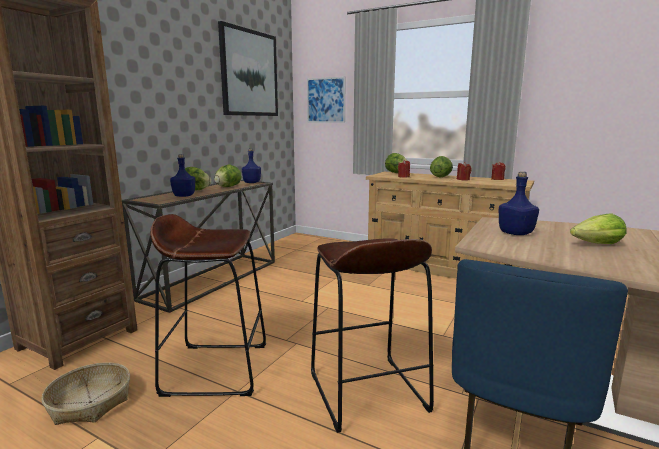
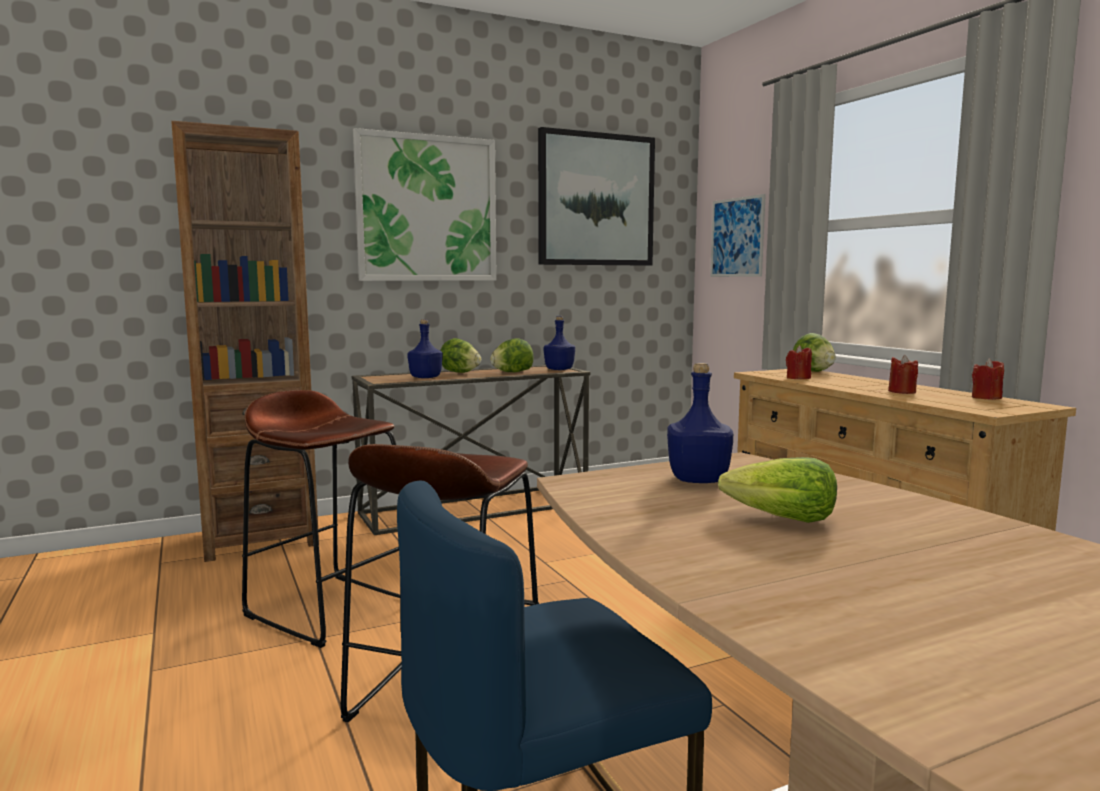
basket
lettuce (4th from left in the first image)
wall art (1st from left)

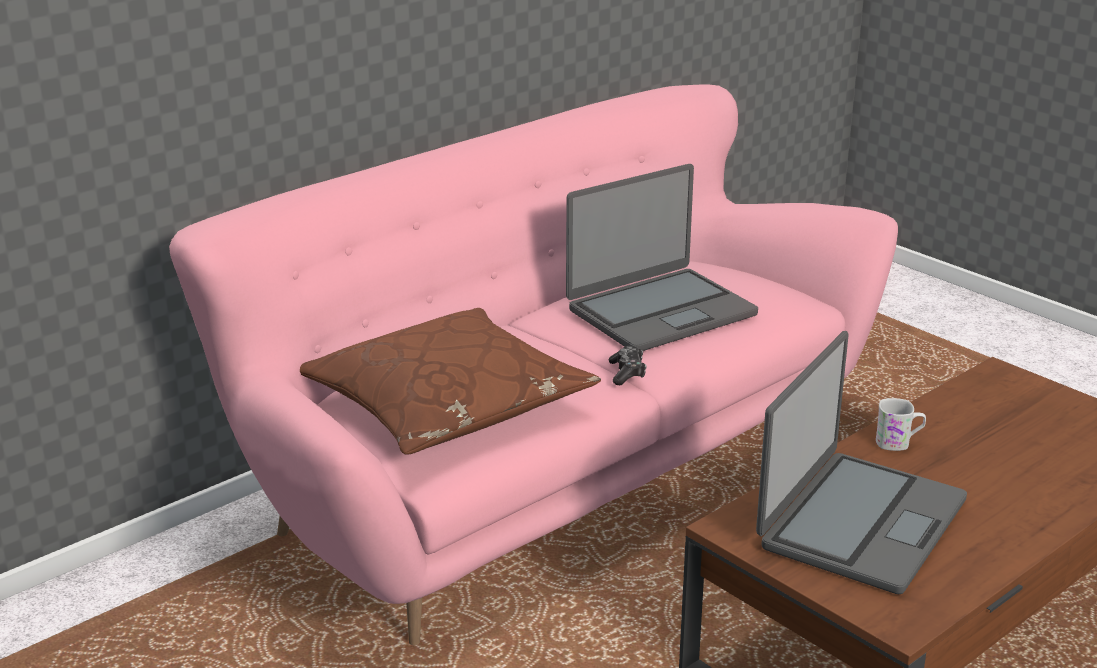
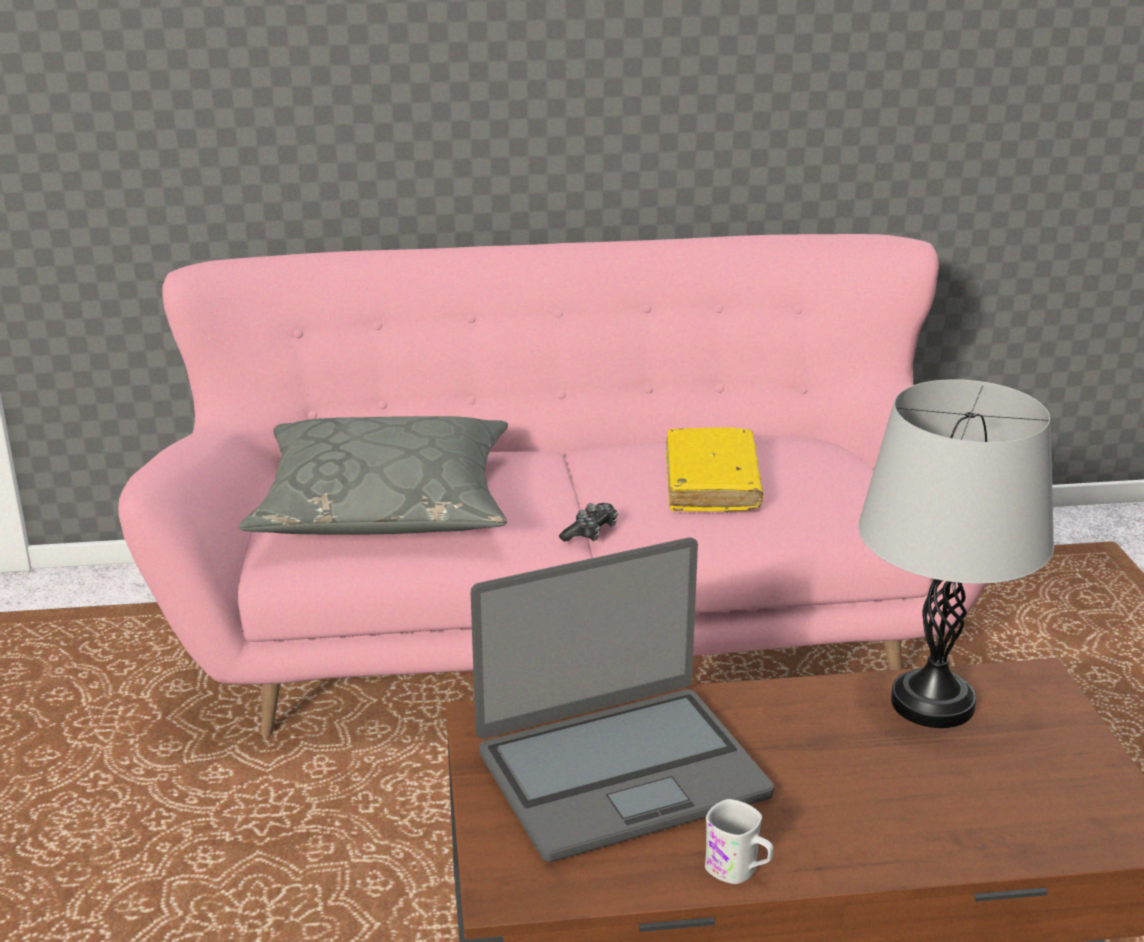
pillow (greyish)
book (yellowish)
tea mug (white)
table lamp (greyish)

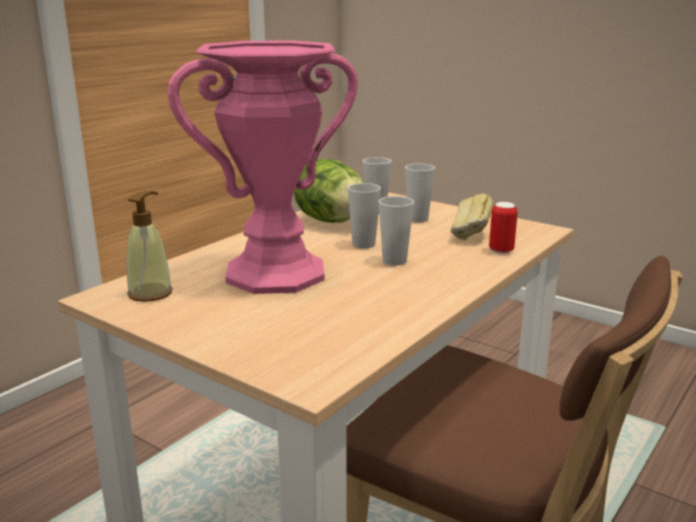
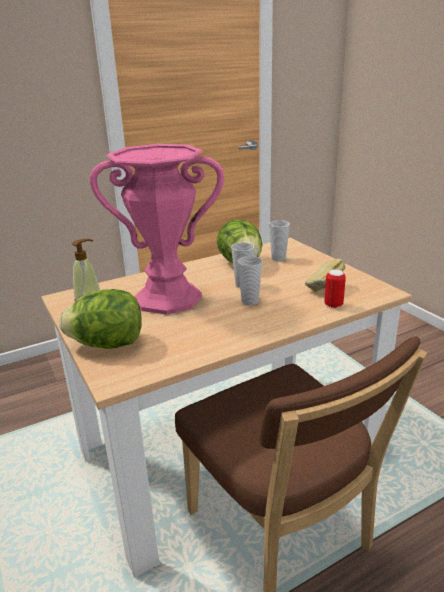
cup (4th from left in the first image)
lettuce (1st from left)

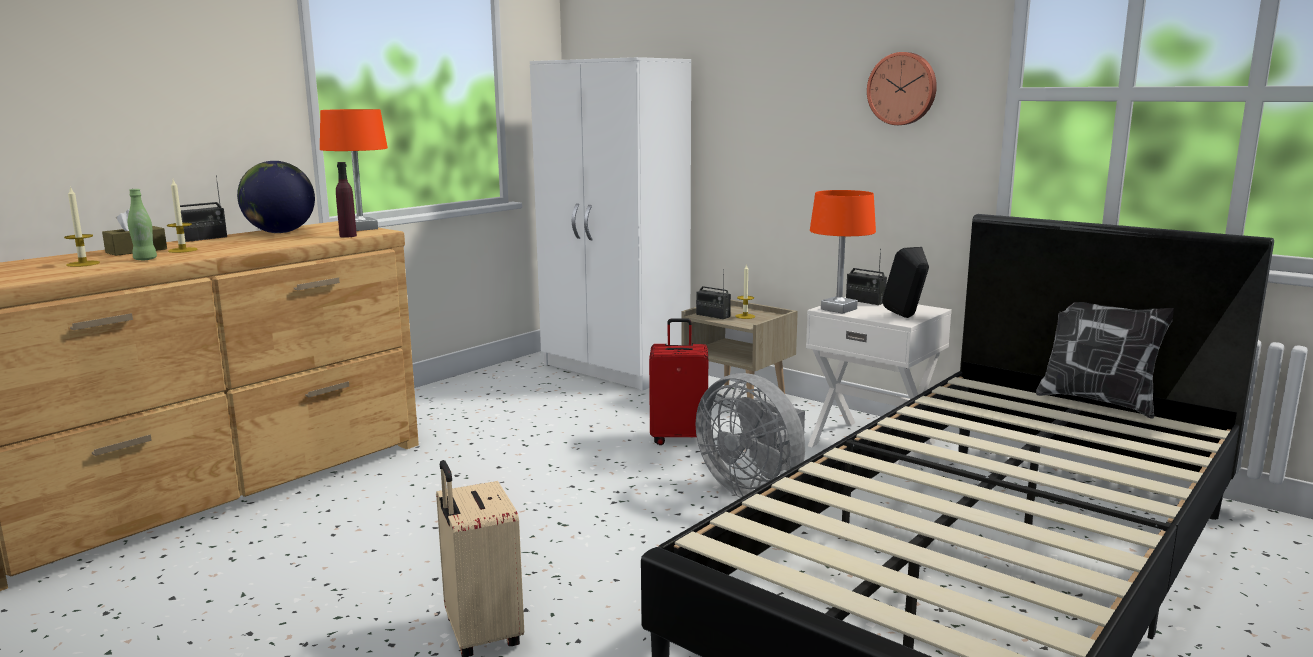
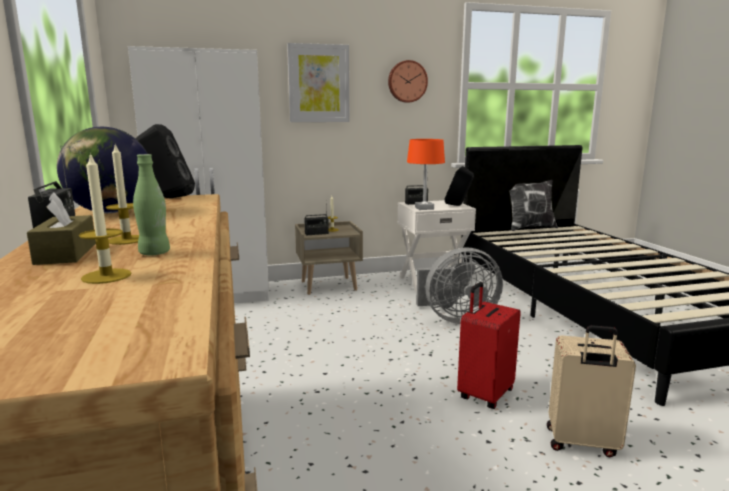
loudspeaker (black) (1st from left)
beverage bottle (purplish)
travel case (red)
wall art

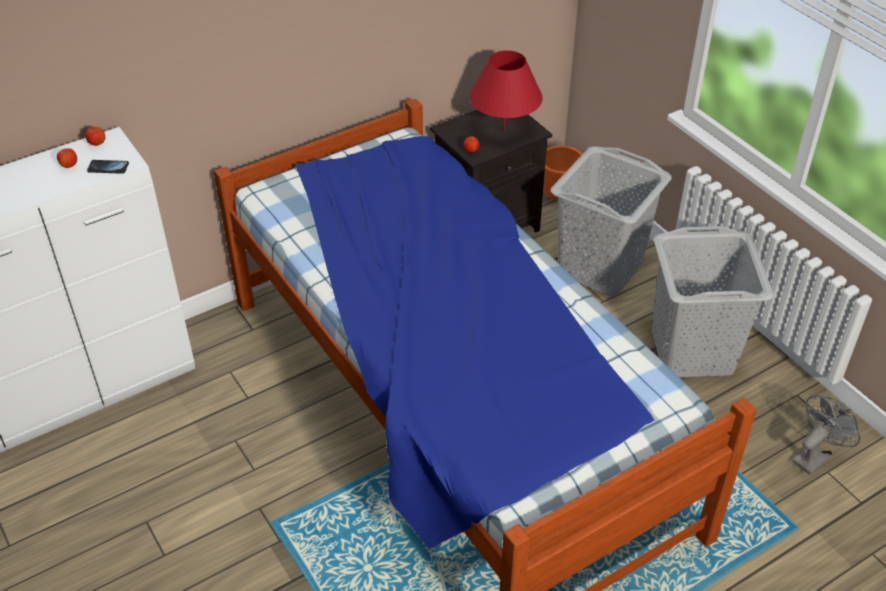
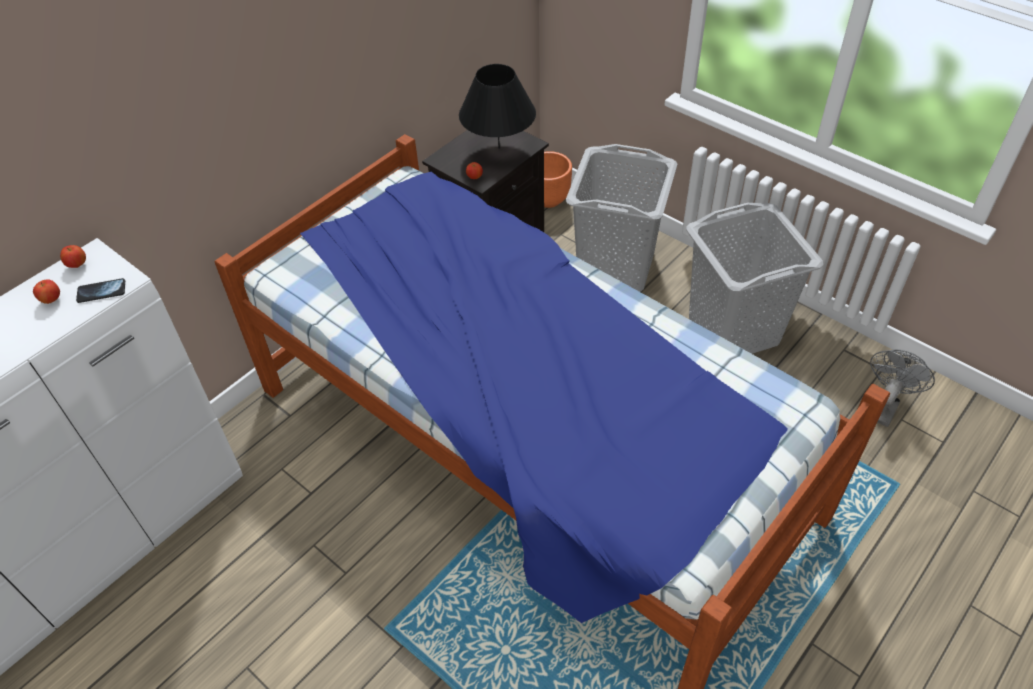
table lamp (black)

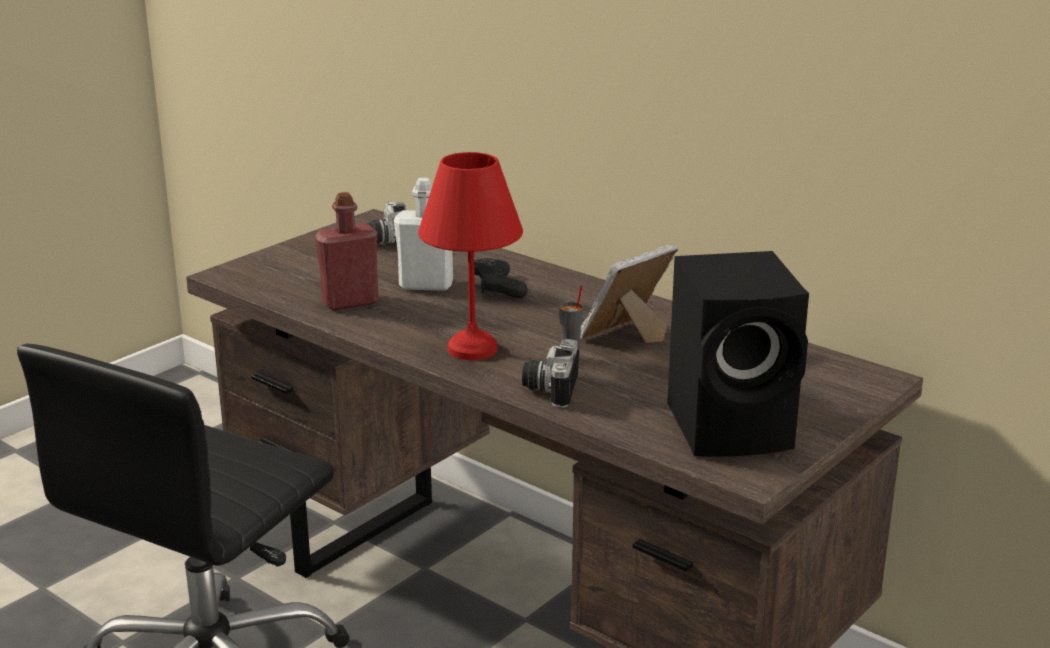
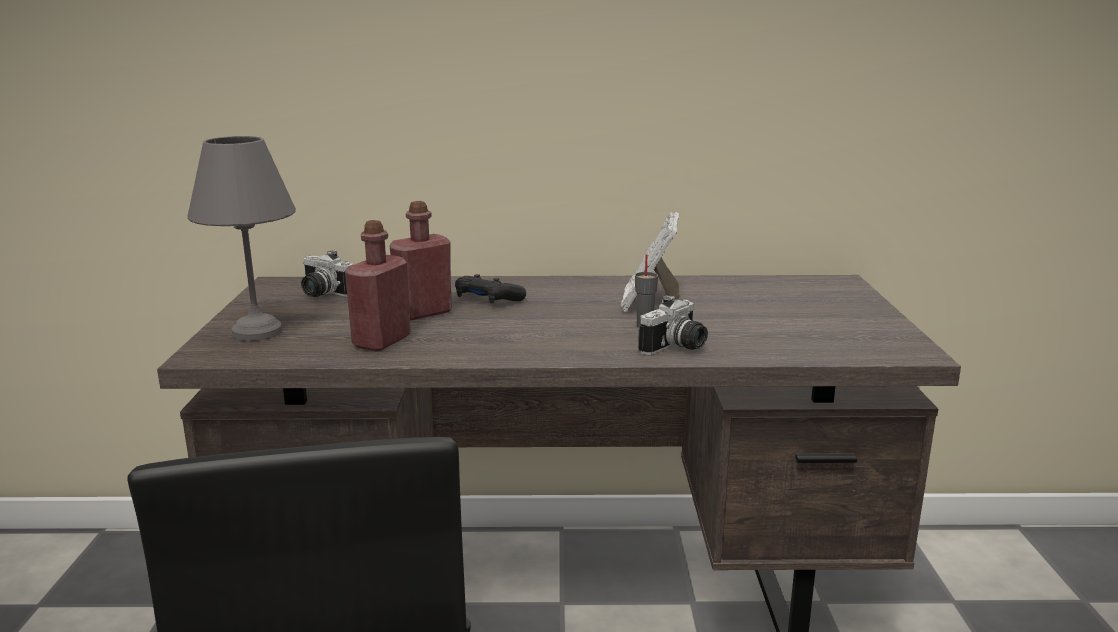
beverage bottle (red) (2nd from left)
table lamp (red)
still camera (2nd from left)
loudspeaker (black)
table lamp (greyish)

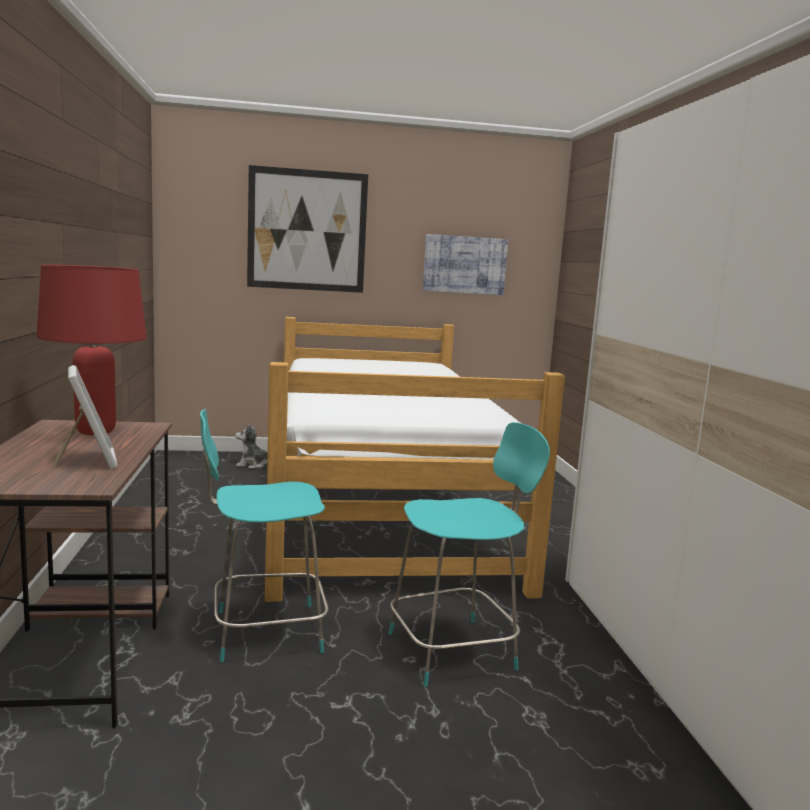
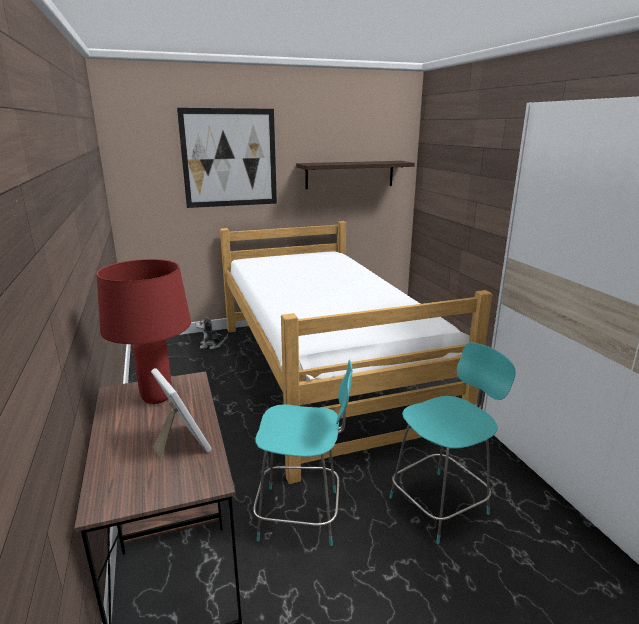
upright chair (turquoise-coloured) (1st from left)
shelf

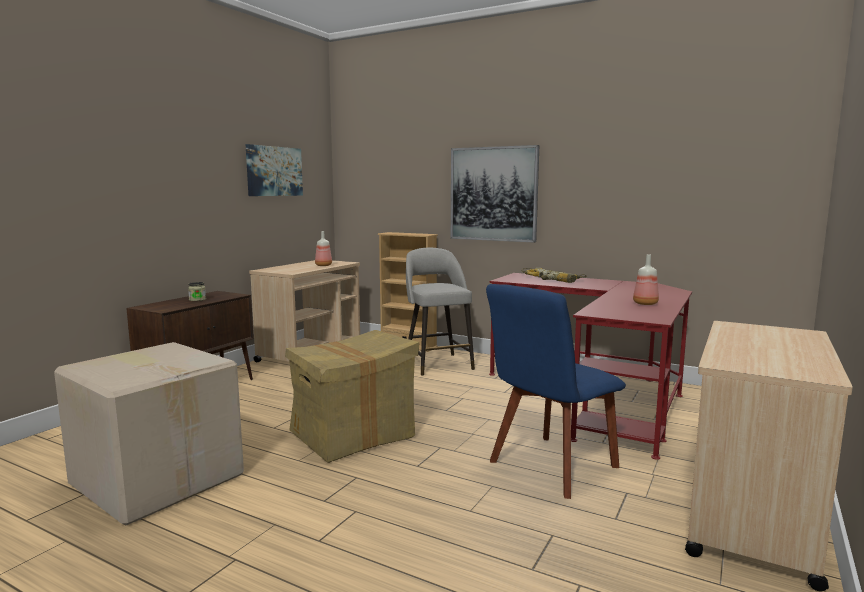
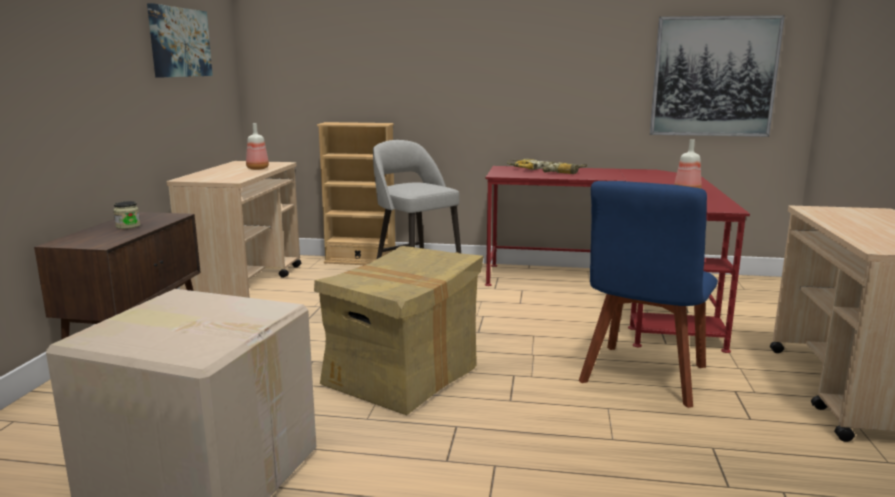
wall art (2nd from left)

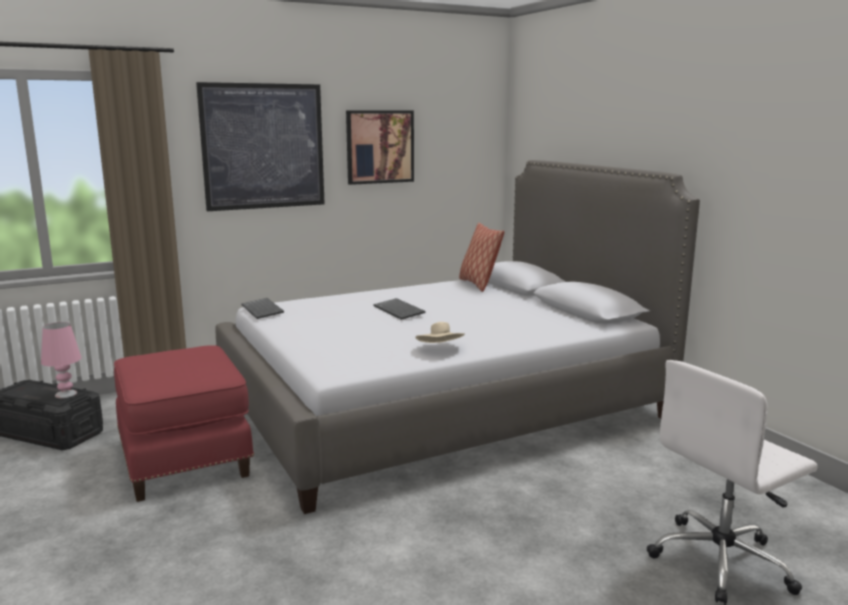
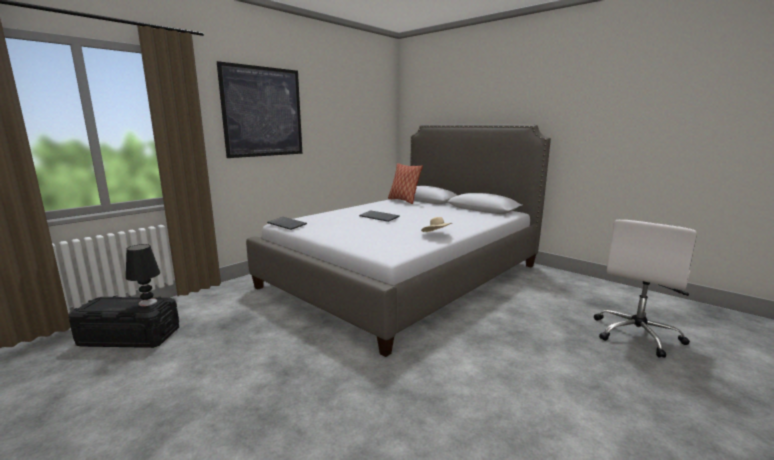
table lamp (black)
pouffe (red)
wall art (2nd from left in the first image)

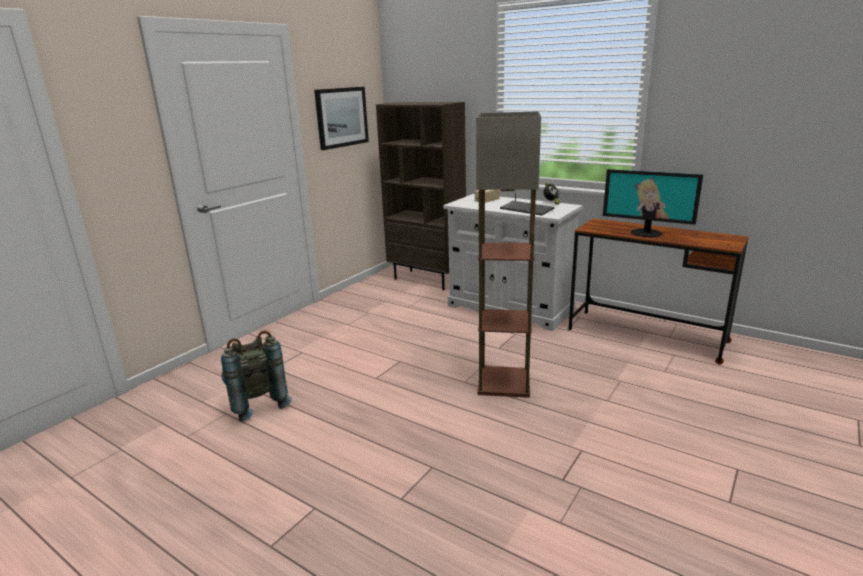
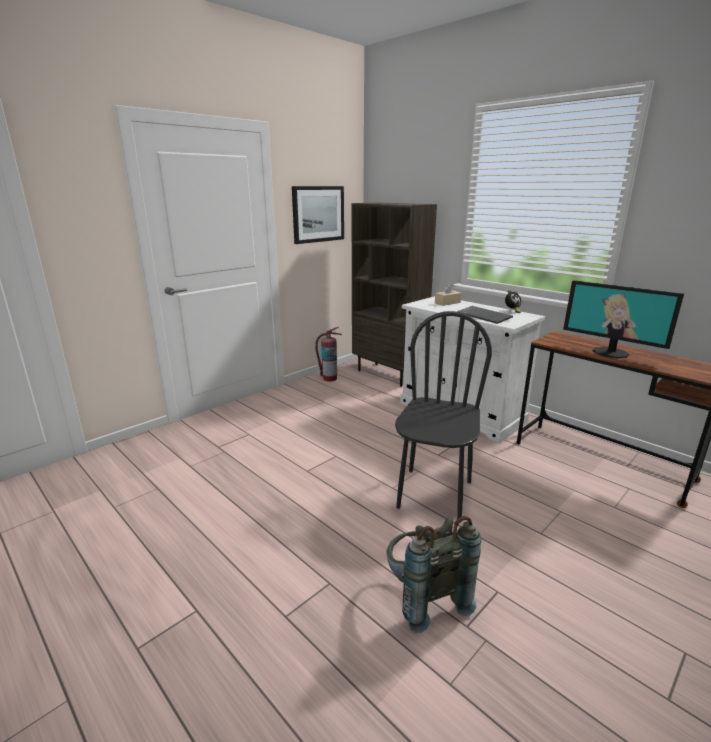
backpack (greyish)
upright chair (black)
fire-fighting cylinder

